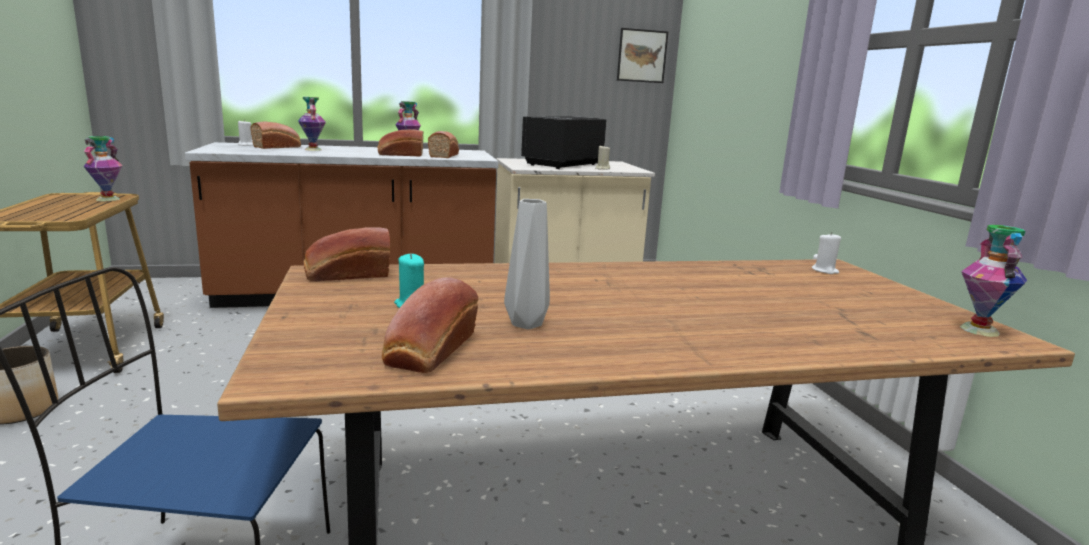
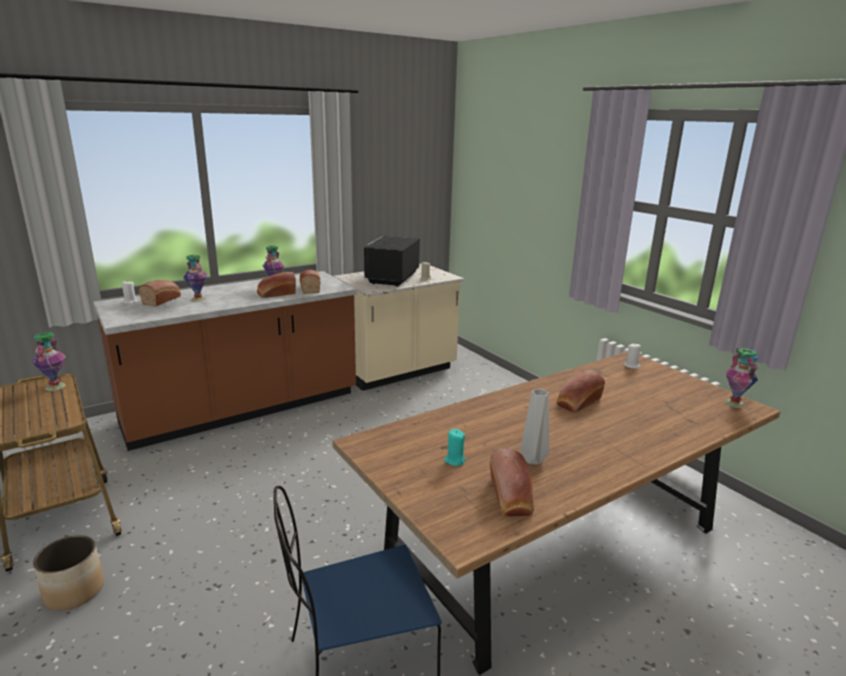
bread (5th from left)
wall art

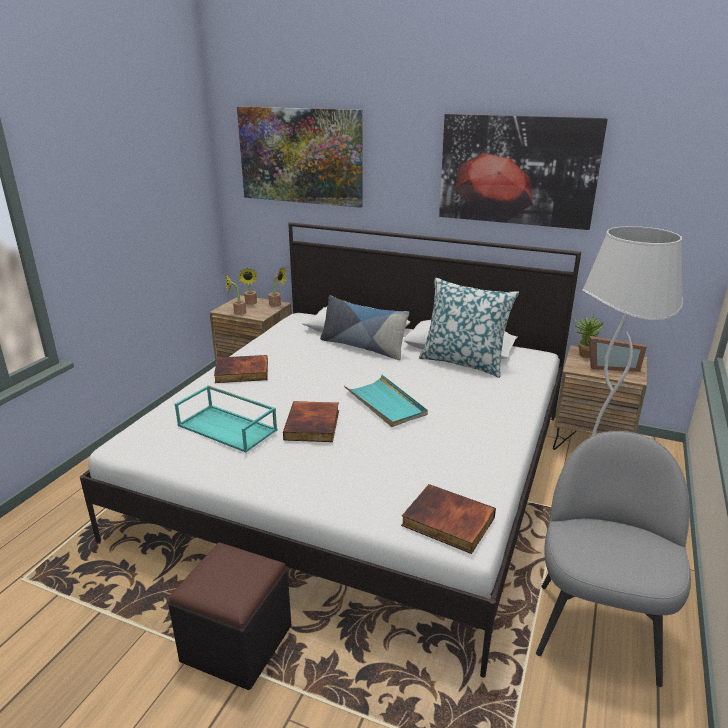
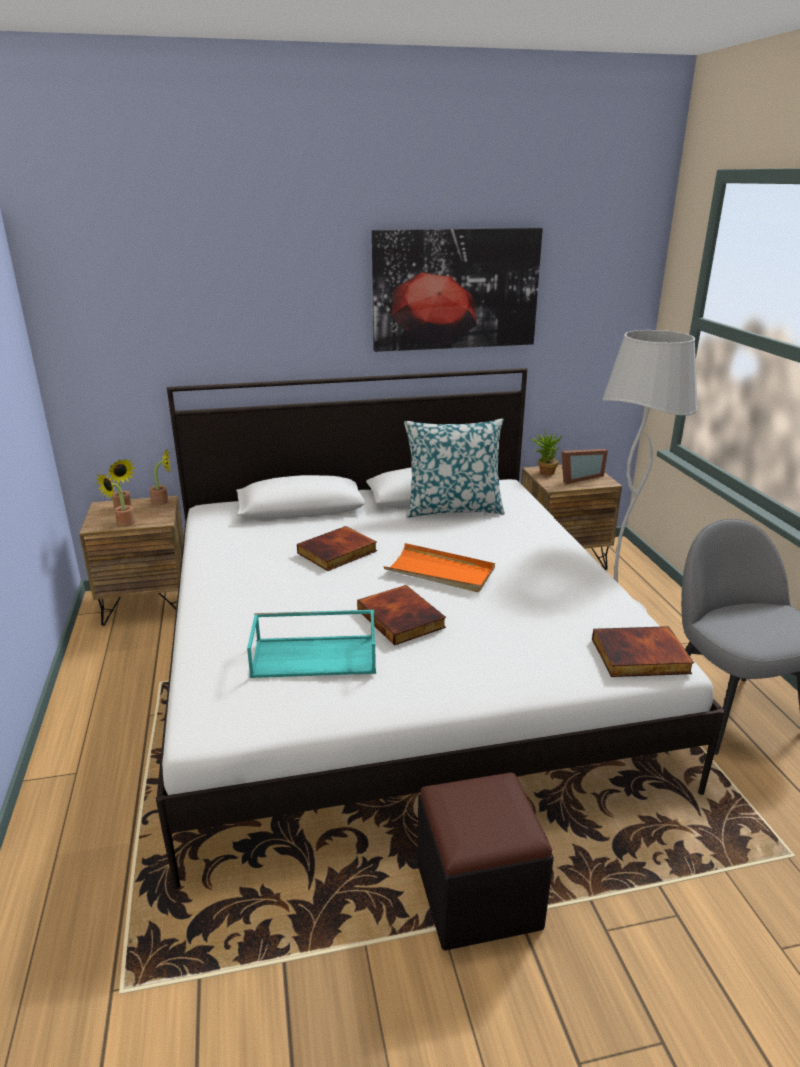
book (1st from left)
wall art (1st from left in the first image)
pillow (1st from left in the first image)
tray (orange)

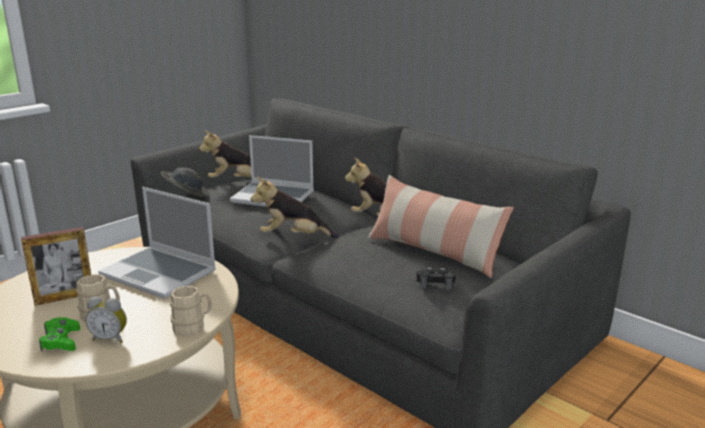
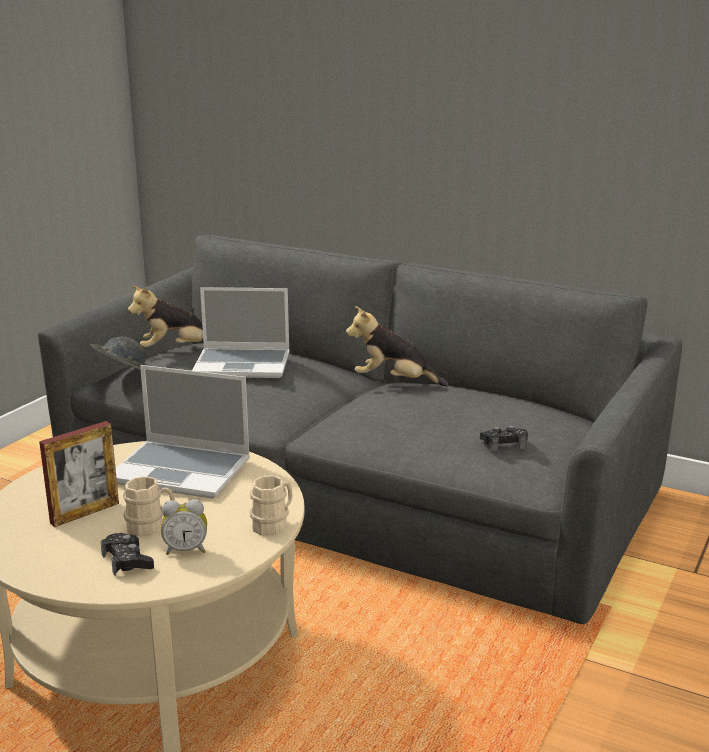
joypad (black) (1st from left)
cuddly toy (2nd from left in the first image)
pillow

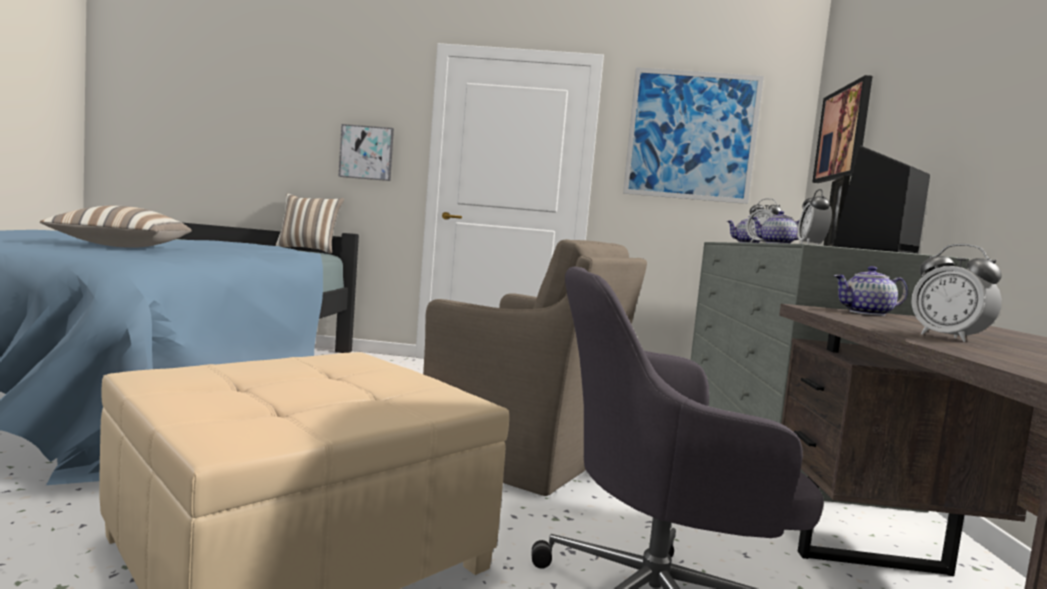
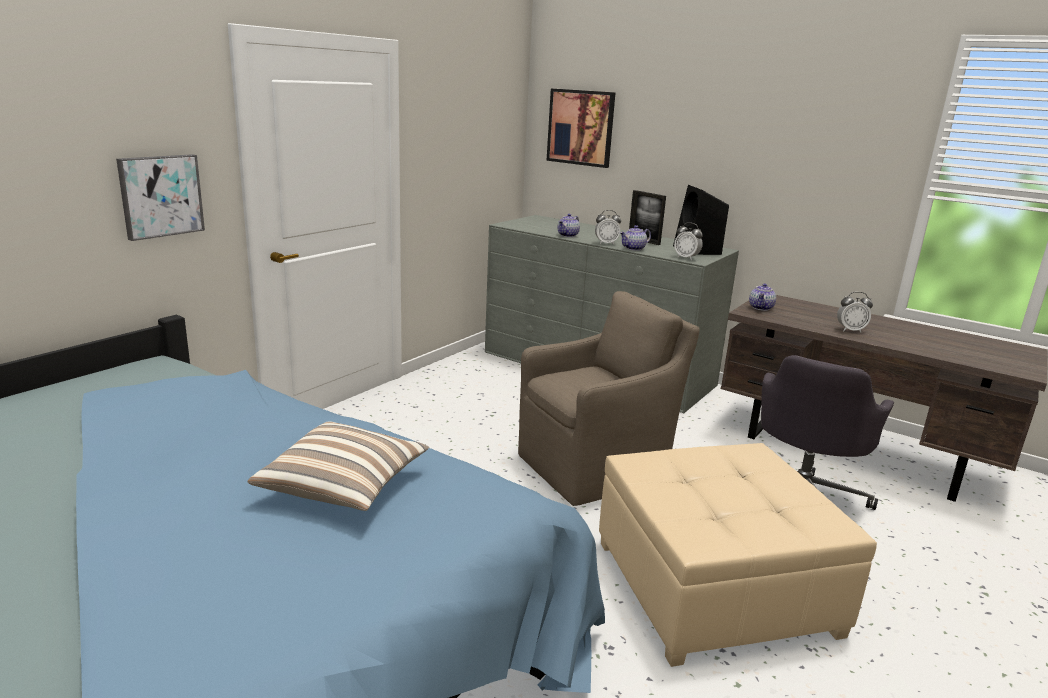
pillow (2nd from left in the first image)
wall art (2nd from left in the first image)

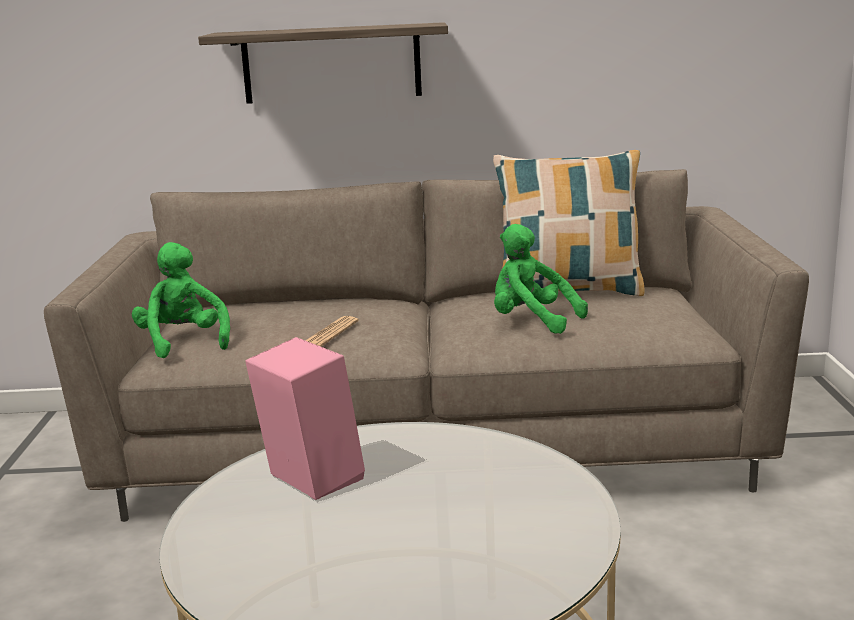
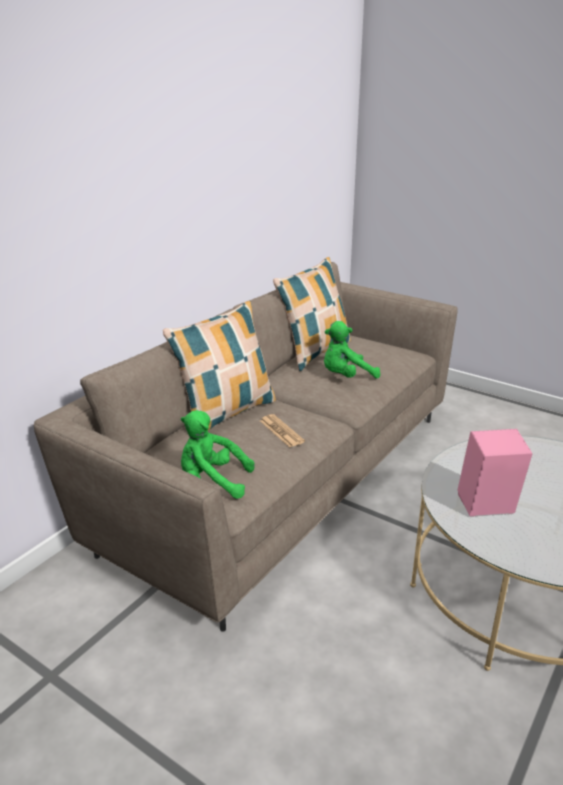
shelf
pillow (1st from left)

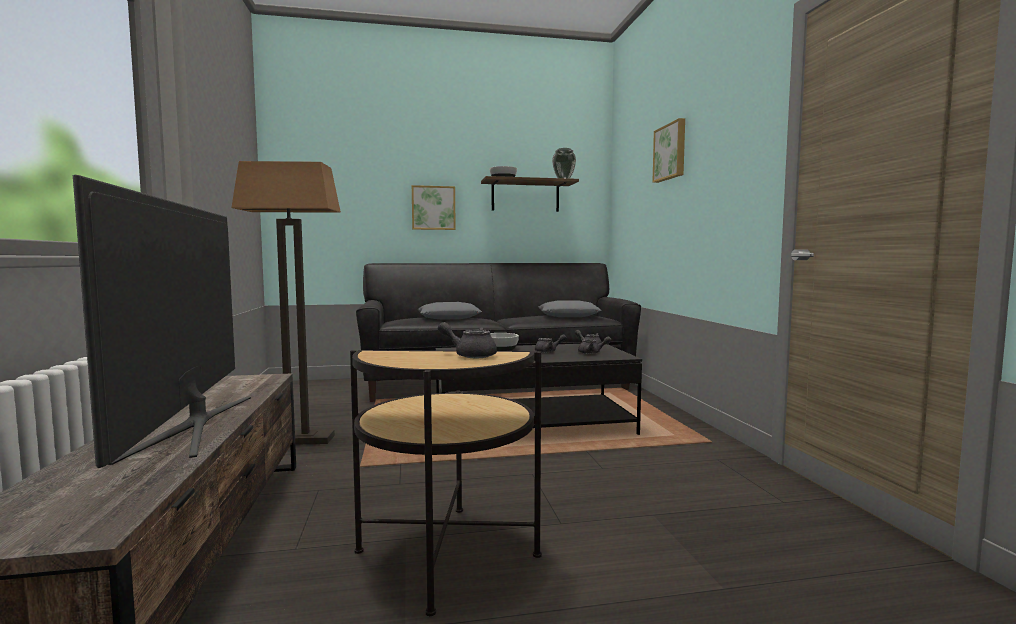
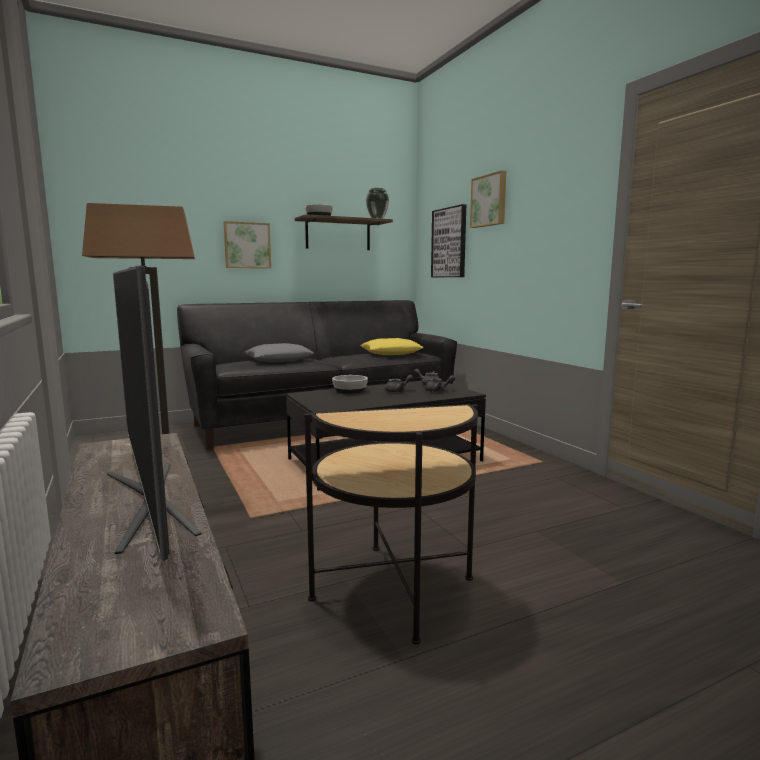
tea pot (greyish) (1st from left in the first image)
pillow (yellowish)
wall art (2nd from left)

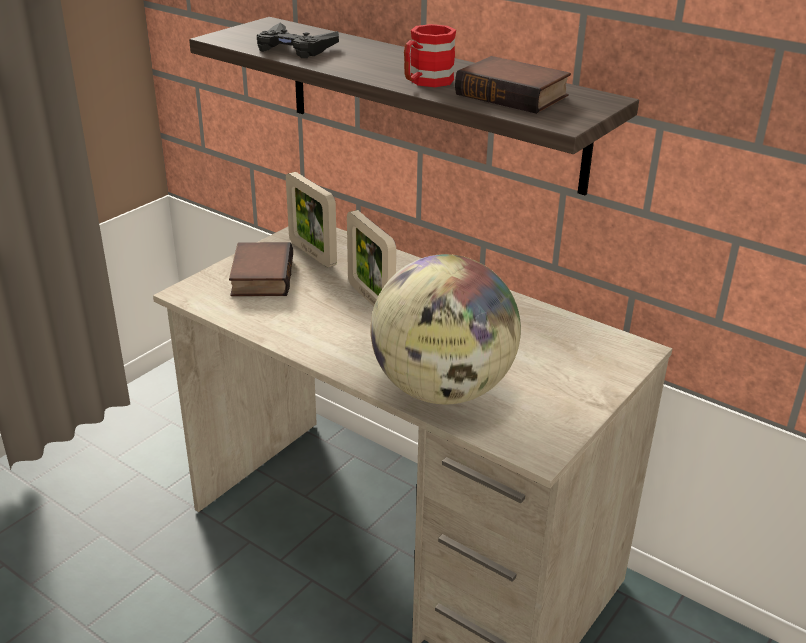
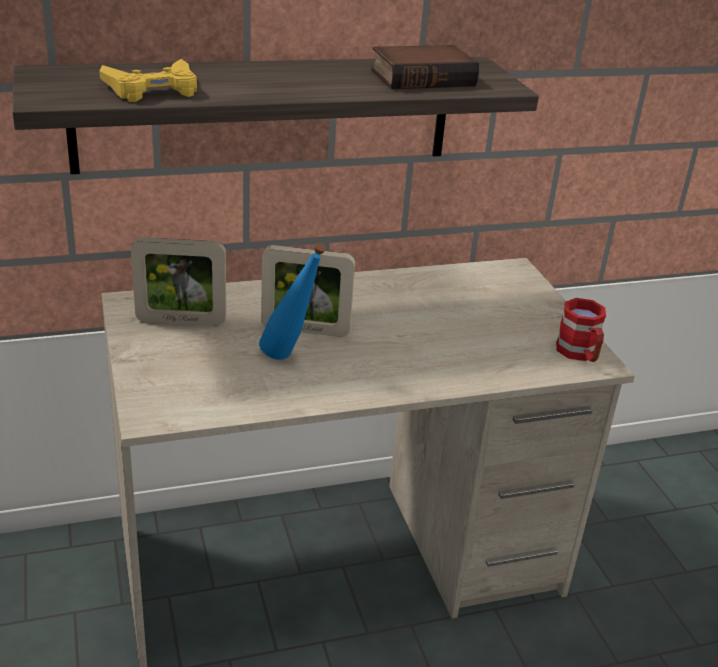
book (1st from left in the first image)
joypad (yellowish)
globe
tea mug (red)
beverage bottle (blue)

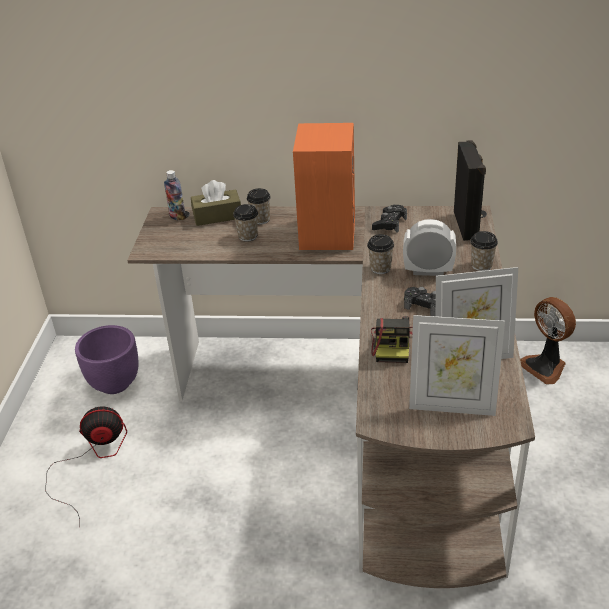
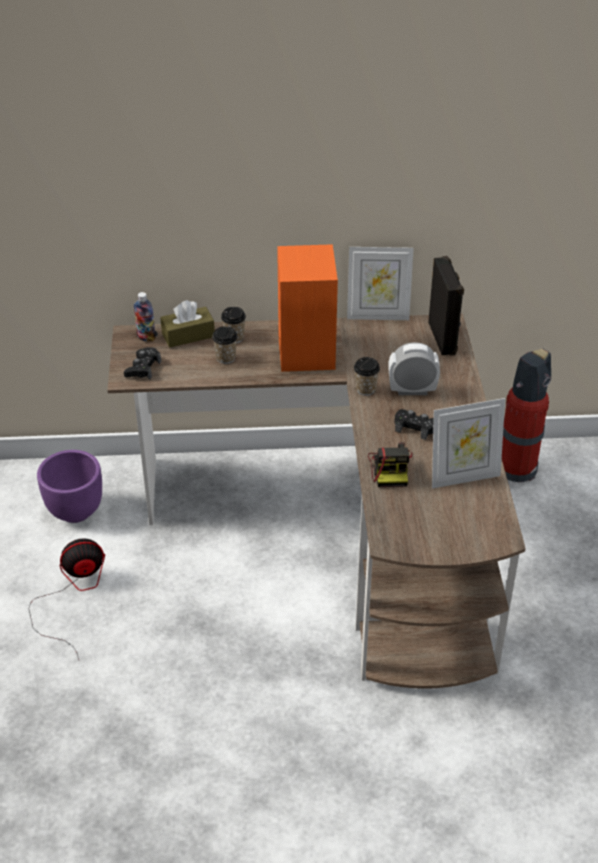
joypad (black) (1st from left)
picture frame (1st from left)
cup (4th from left in the first image)
fire-fighting cylinder

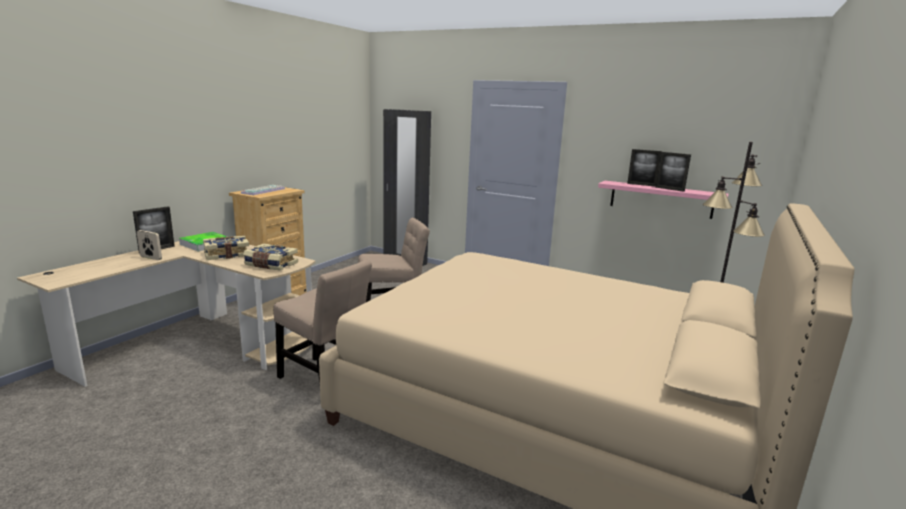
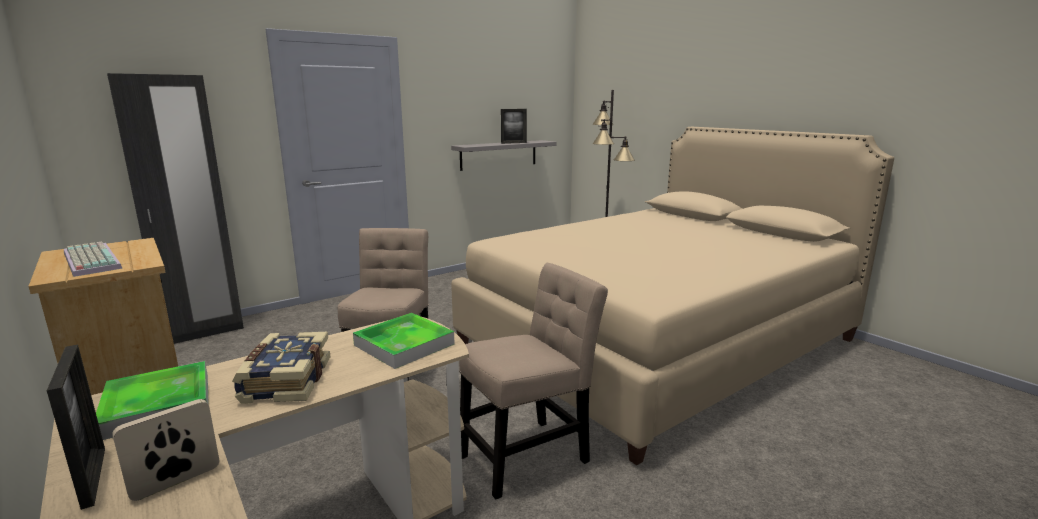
tray (2nd from left)
shelf (greyish)
picture frame (3rd from left in the first image)

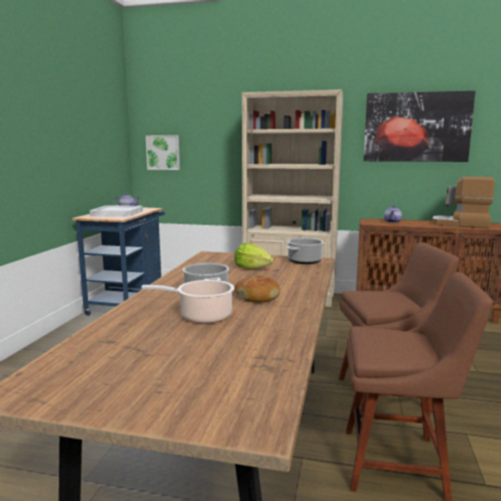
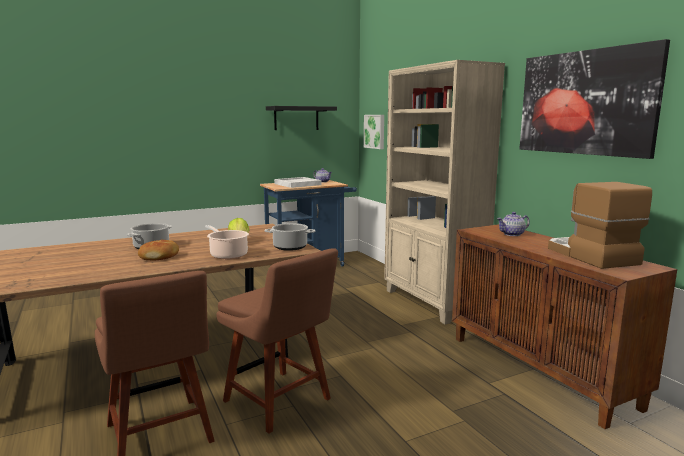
stockpot (2nd from left)
shelf (black)

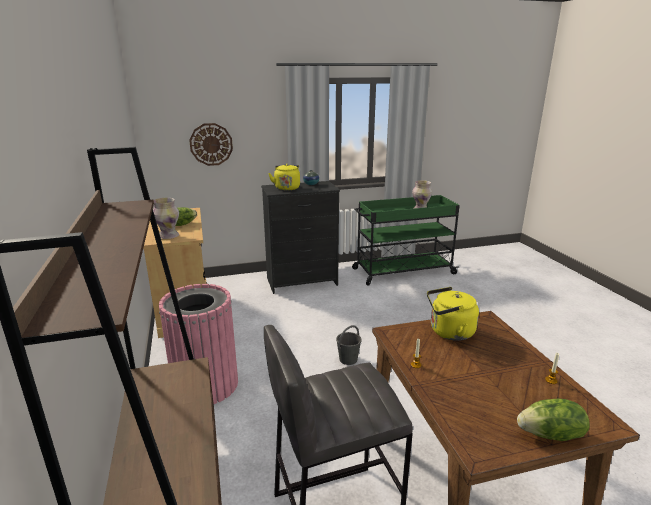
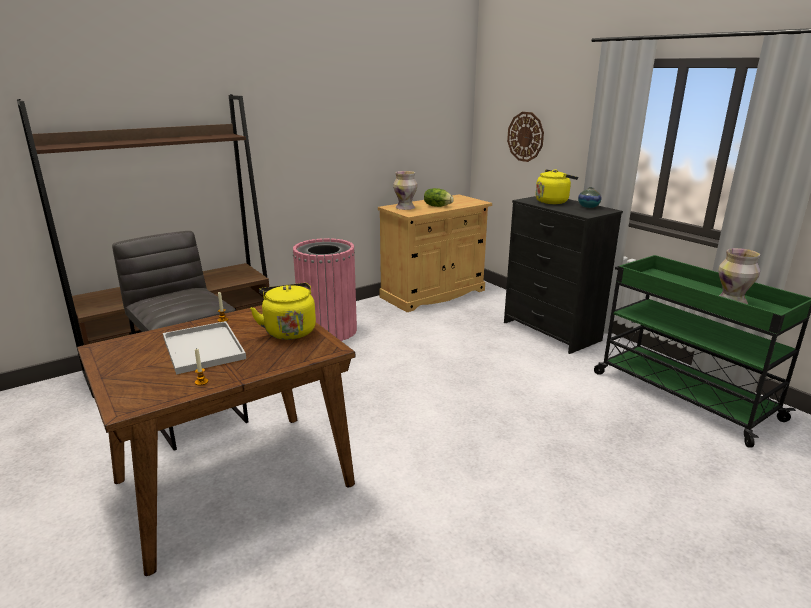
bucket (greyish)
lettuce (2nd from left in the first image)
tray (white)

